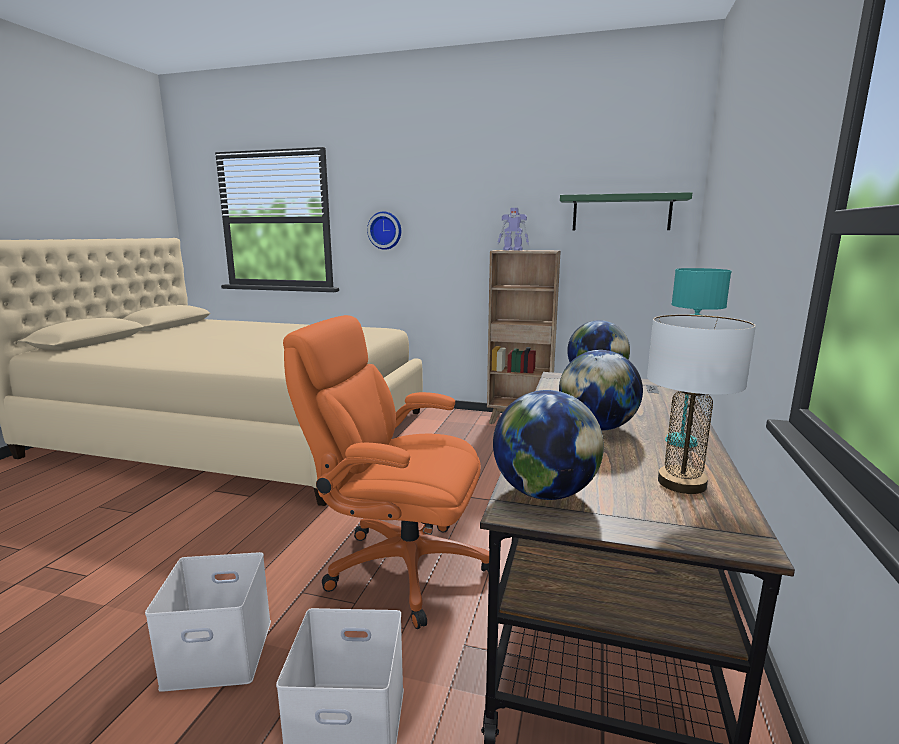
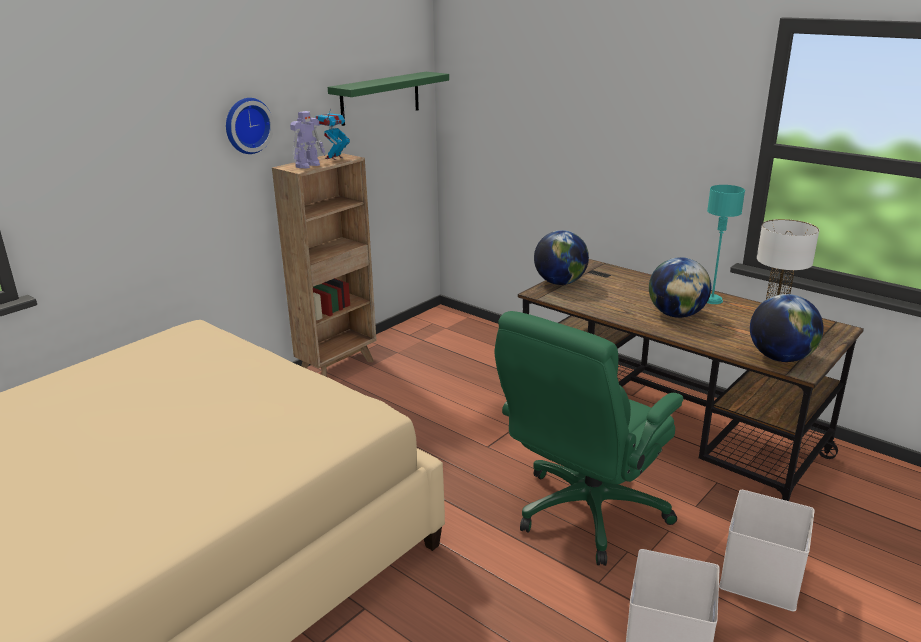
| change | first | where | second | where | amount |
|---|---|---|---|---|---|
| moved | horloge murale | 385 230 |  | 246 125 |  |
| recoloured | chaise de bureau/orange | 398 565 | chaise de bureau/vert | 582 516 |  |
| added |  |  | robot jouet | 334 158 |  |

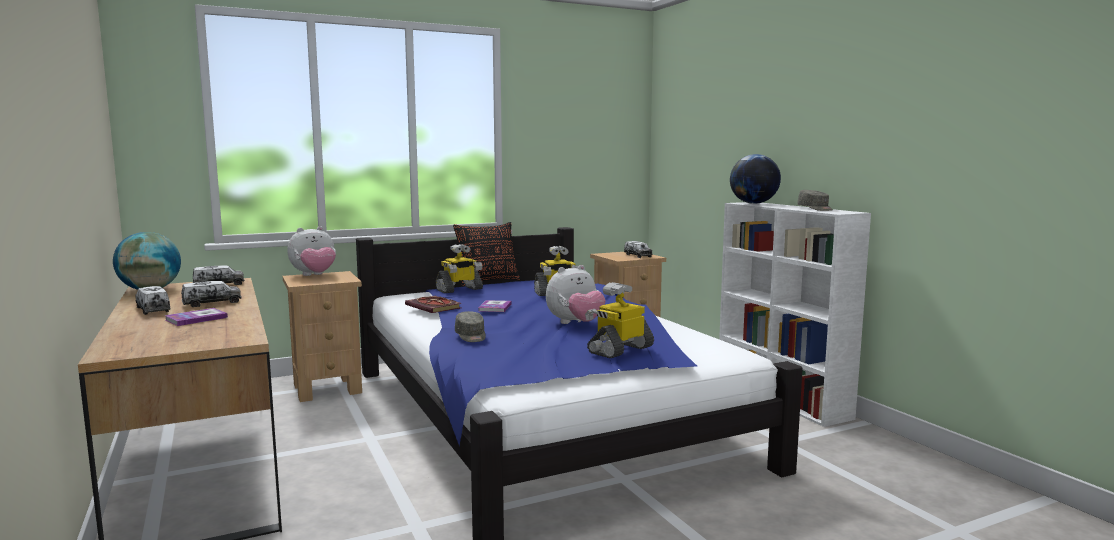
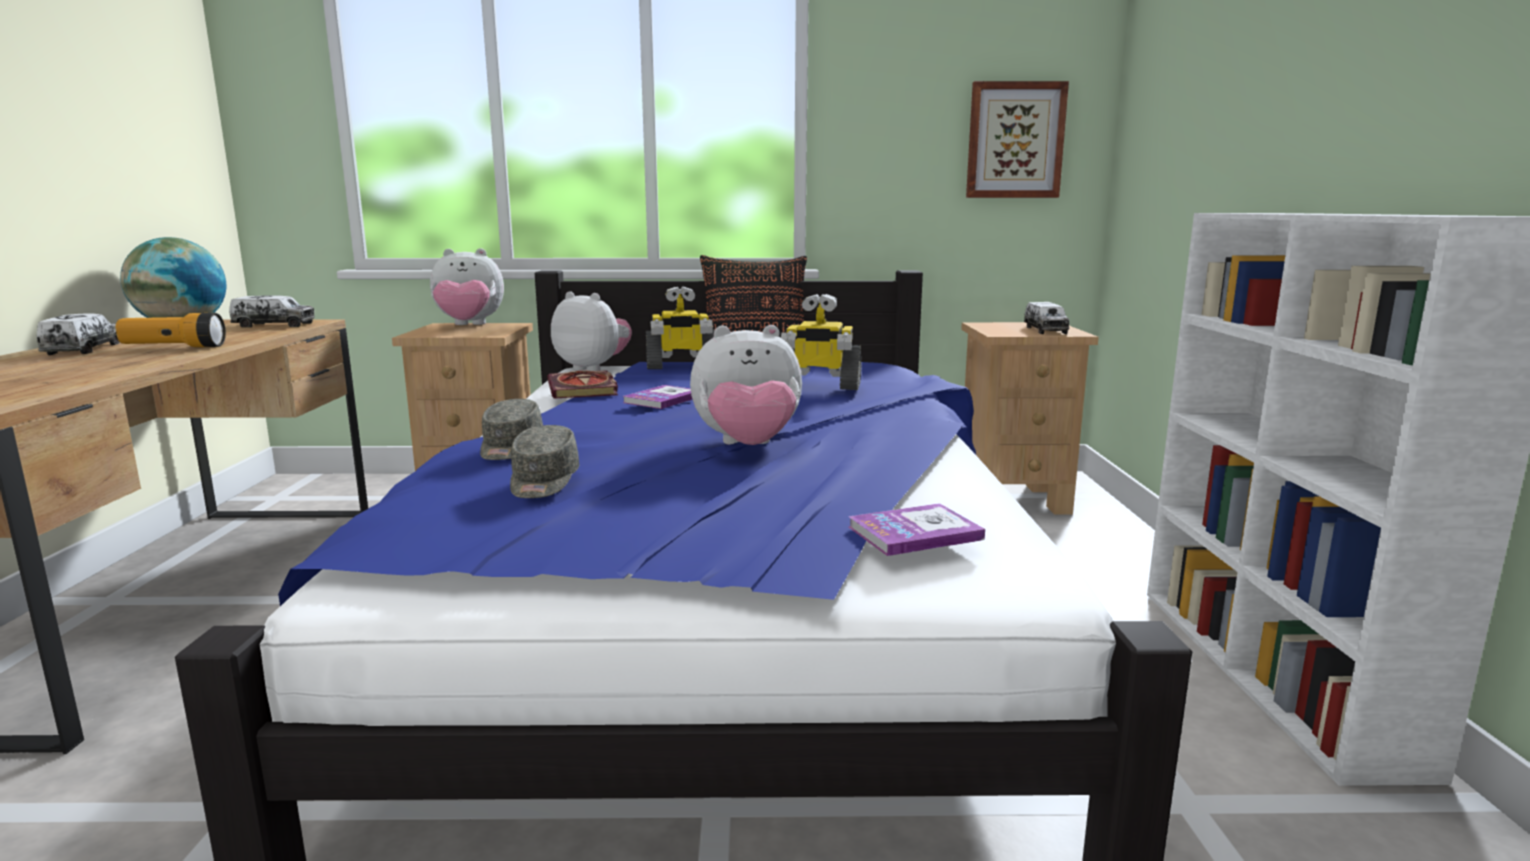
| change | first | where | second | where | amount |
|---|---|---|---|---|---|
| removed | globe | 754 203 |  |  |  |
| moved | casquette/gris | 815 209 |  | 543 482 |  |
| replaced | camion jouet | 212 303 | lampe de poche | 174 347 |  |
| removed | robot jouet | 620 350 |  |  |  |
| moved | livre | 196 319 |  | 914 533 |  |
| added |  |  | tableau | 1015 141 |  |
| added |  |  | peluche | 593 368 |  |

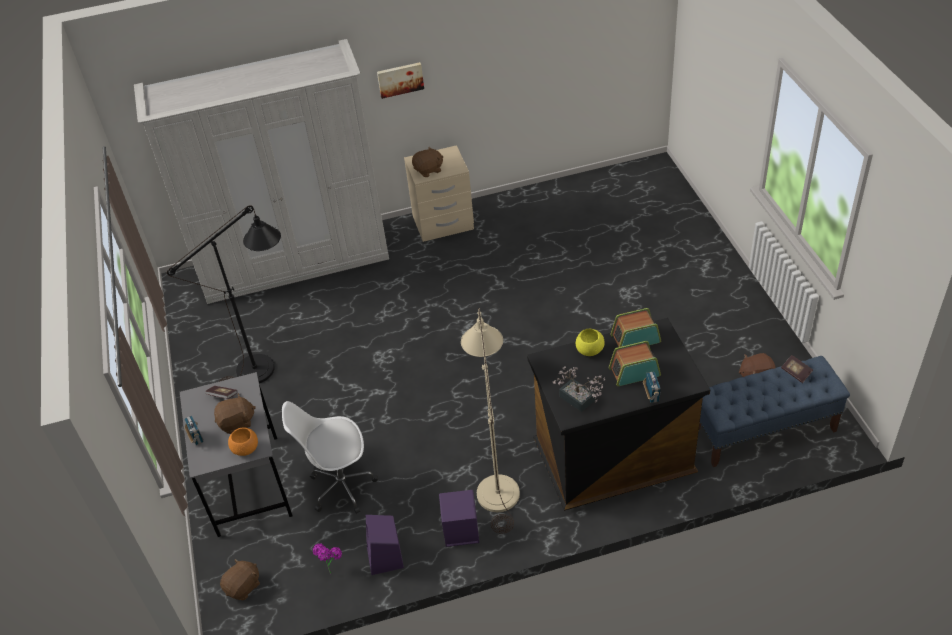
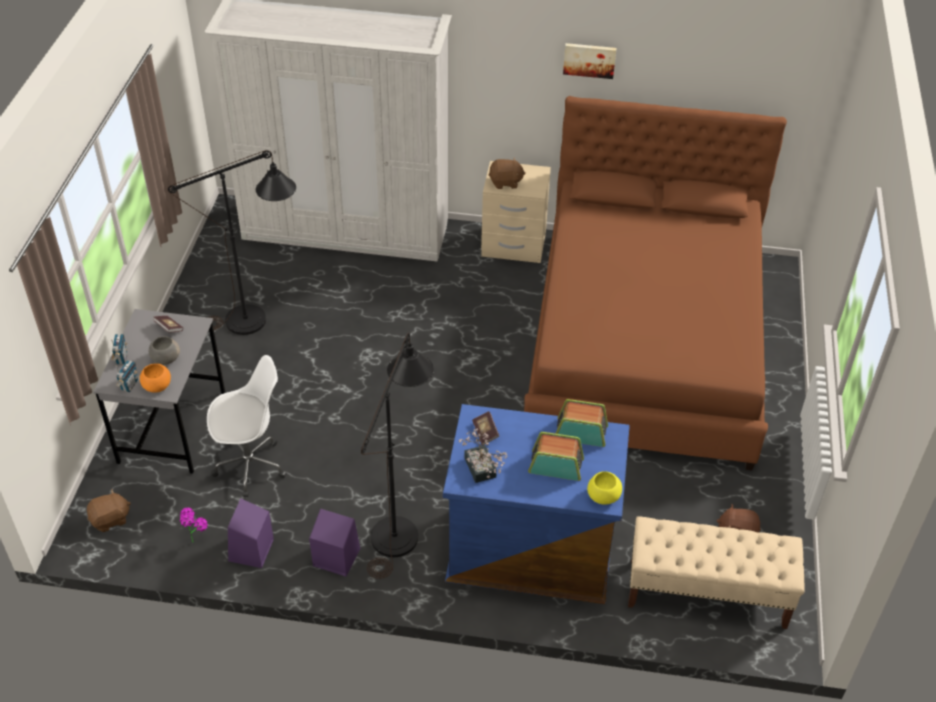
| change | first | where | second | where | amount |
|---|---|---|---|---|---|
| moved | tableau | 400 79 |  | 589 60 |  |
| recoloured | lampadaire/beige | 497 483 | lampadaire/noir | 400 527 |  |
| recoloured | commode/noir | 612 459 | commode/bleu | 529 553 |  |
| moved | bol/jaune | 589 350 |  | 602 496 |  |
| moved | livre | 796 373 |  | 485 432 |  |
| recoloured | banc/bleu | 763 431 | banc/beige | 706 593 |  |
| moved | radio | 651 396 |  | 129 385 |  |
| replaced | peluche/marron | 237 422 | bol/gris | 165 358 |  |
| turned | chaise de bureau/blanc | 340 488 |  | 252 466 | 150 degrees clockwise |
| added |  |  | lit/marron | 646 342 |  |

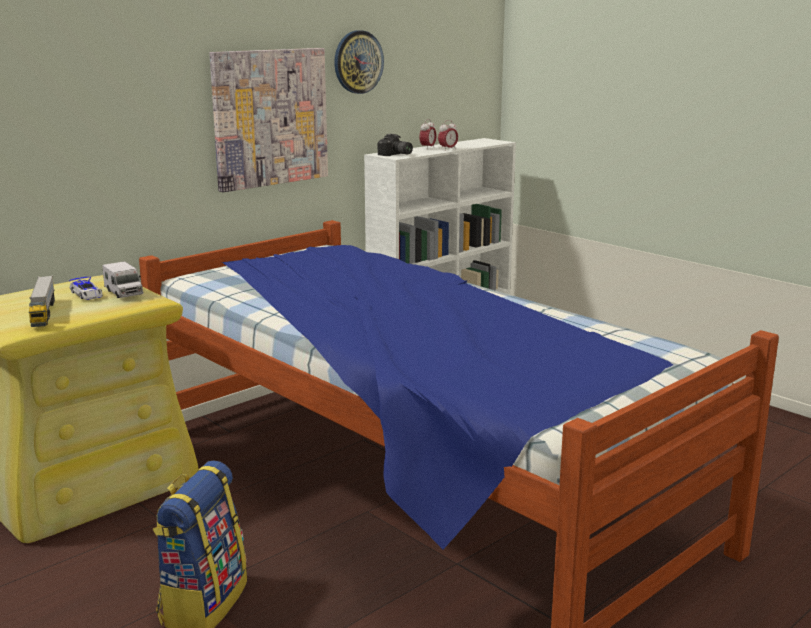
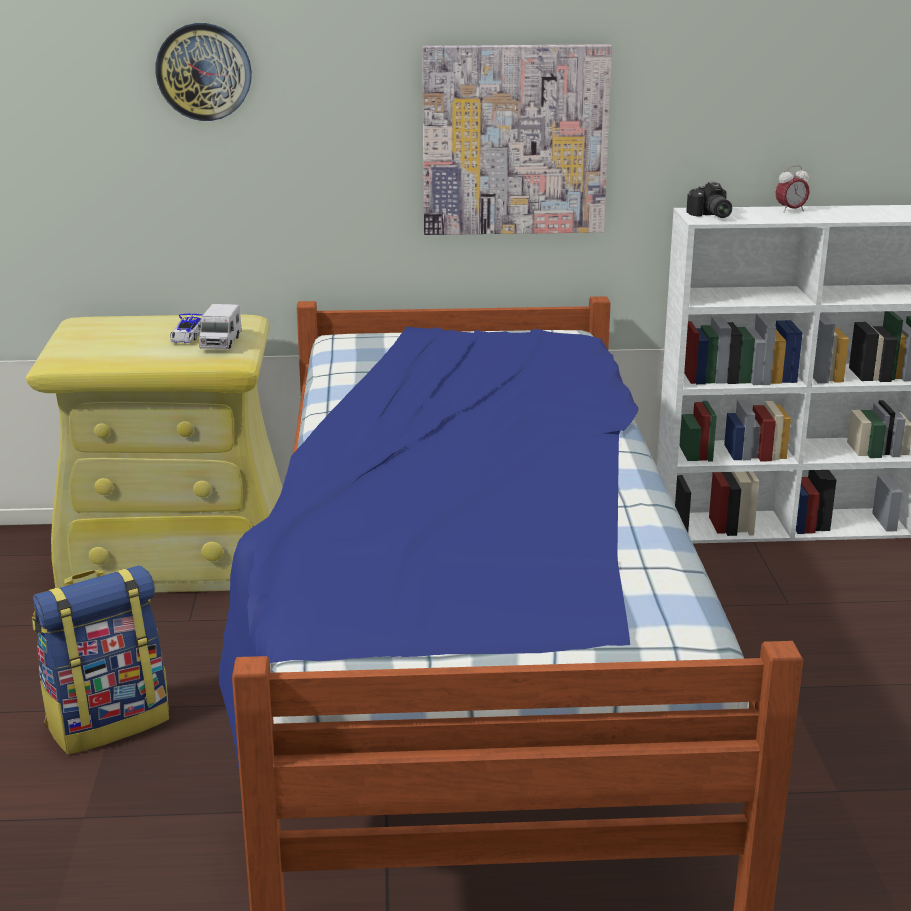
| change | first | where | second | where | amount |
|---|---|---|---|---|---|
| moved | horloge murale | 358 62 |  | 204 72 |  |
| removed | réveil | 448 149 |  |  |  |
| removed | camion jouet | 43 312 |  |  |  |

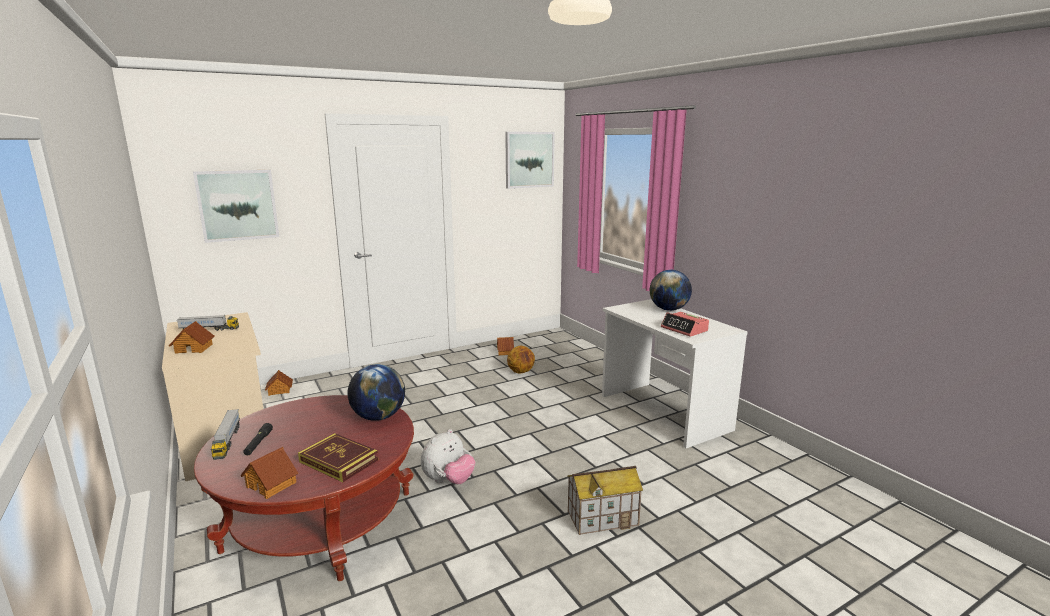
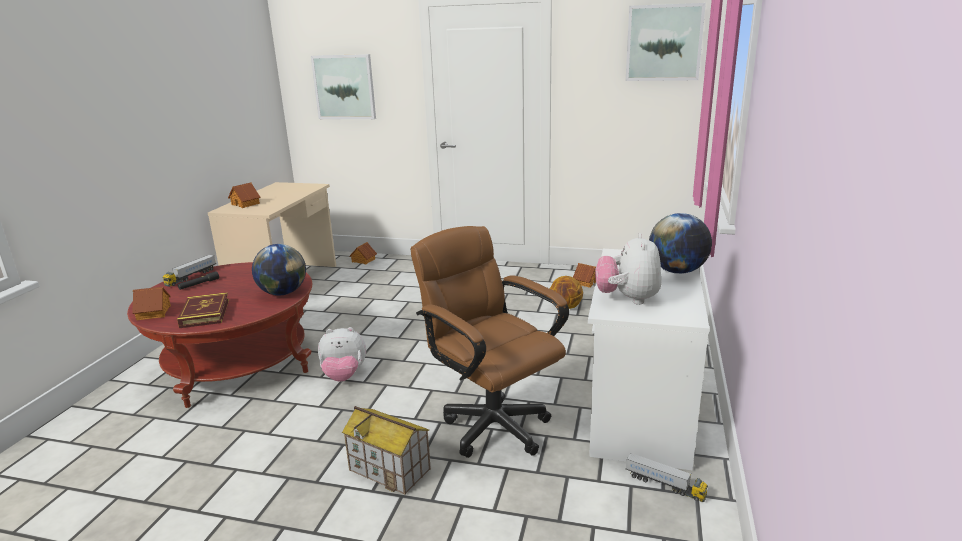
| change | first | where | second | where | amount |
|---|---|---|---|---|---|
| replaced | réveil | 684 329 | peluche | 627 299 |  |
| moved | camion jouet | 209 329 |  | 664 485 |  |
| added |  |  | chaise de bureau/marron | 490 427 |  |

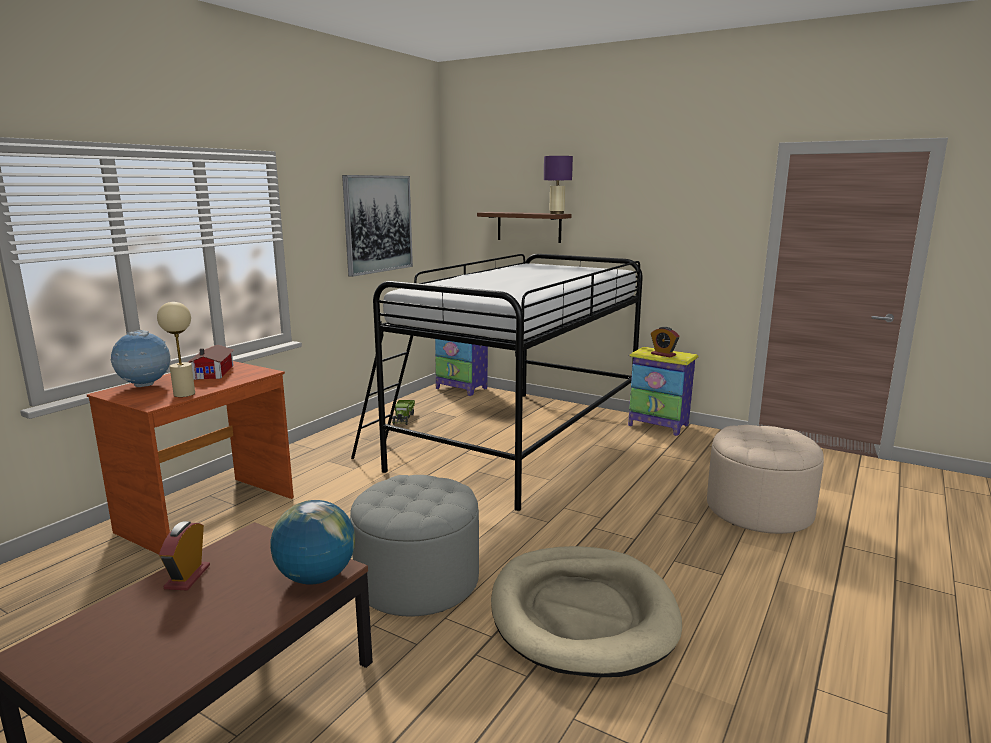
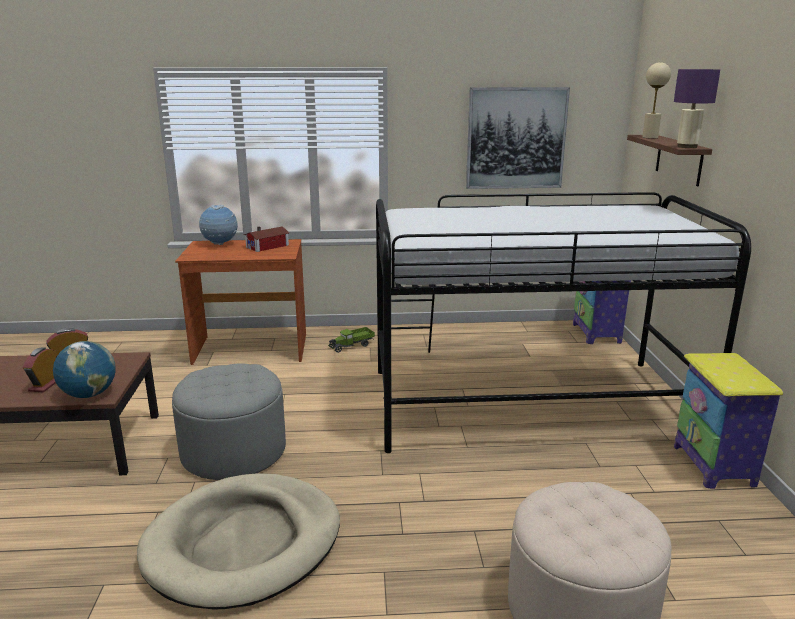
| change | first | where | second | where | amount |
|---|---|---|---|---|---|
| moved | lampe de table/beige | 184 394 |  | 650 137 |  |
| moved | réveil | 663 354 |  | 45 385 |  |
| moved | camion jouet | 403 418 |  | 352 346 |  |

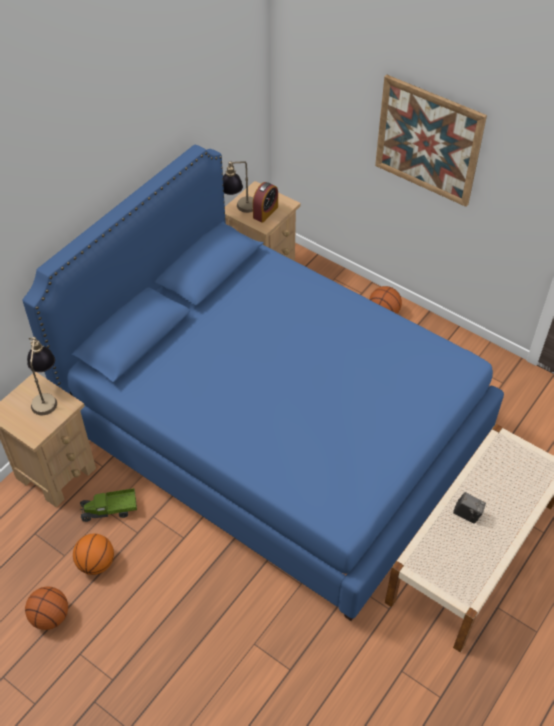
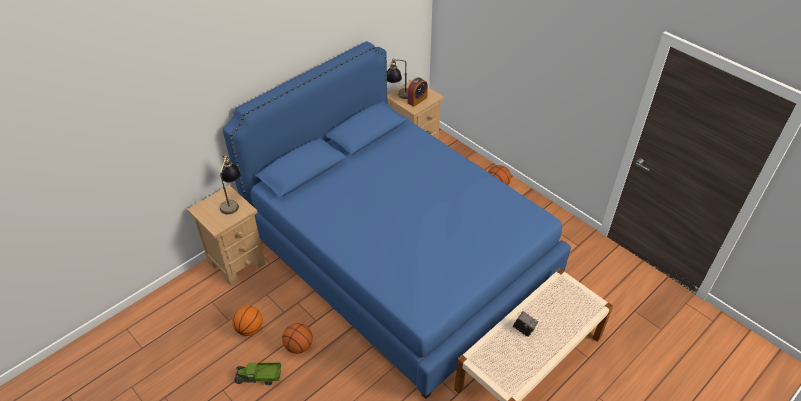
| change | first | where | second | where | amount |
|---|---|---|---|---|---|
| removed | tableau | 428 141 |  |  |  |
| moved | camion jouet | 110 510 |  | 259 377 |  |
| moved | ballon de basket | 50 617 |  | 299 346 |  |

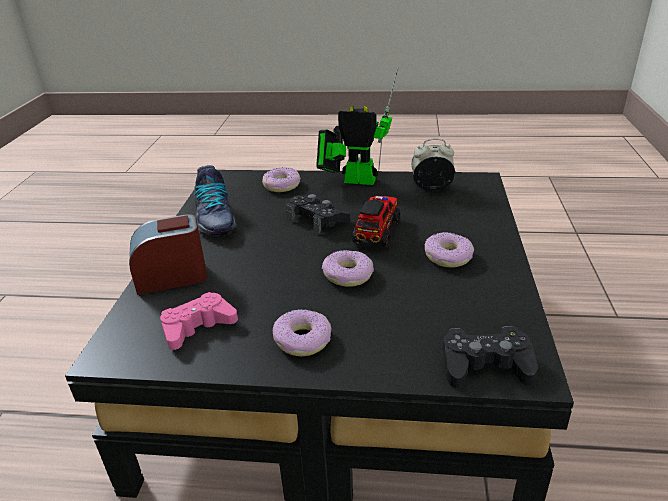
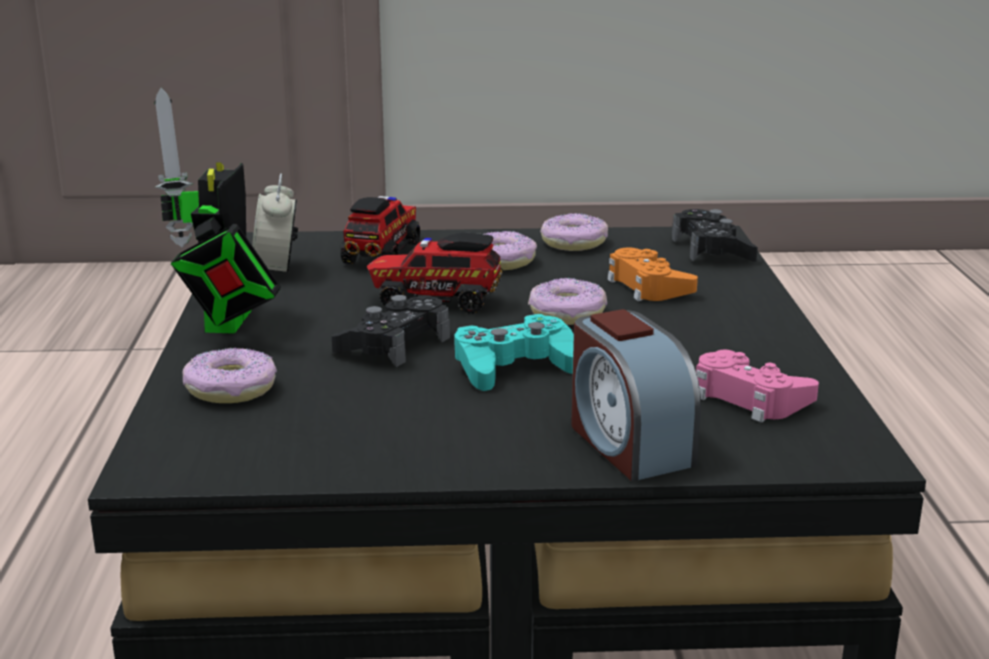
| change | first | where | second | where | amount |
|---|---|---|---|---|---|
| removed | chaussure | 214 218 |  |  |  |
| moved | beignet | 303 339 |  | 573 243 |  |
| added |  |  | camion jouet | 383 252 |  |
| added |  |  | manette/orange | 648 286 |  |
| added |  |  | manette/turquoise | 514 366 |  |

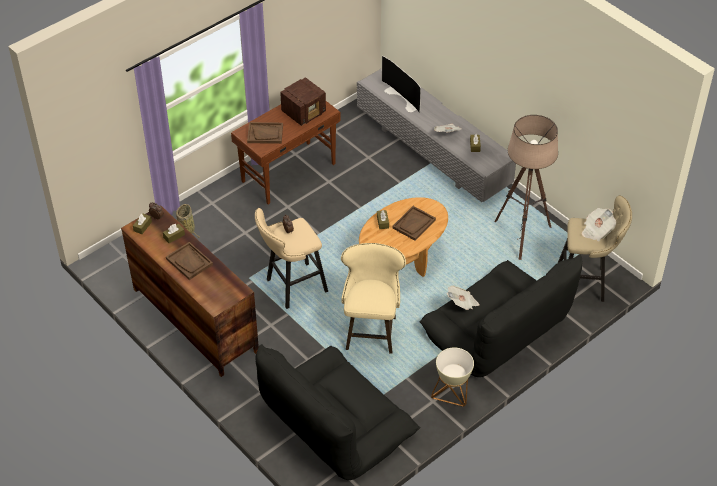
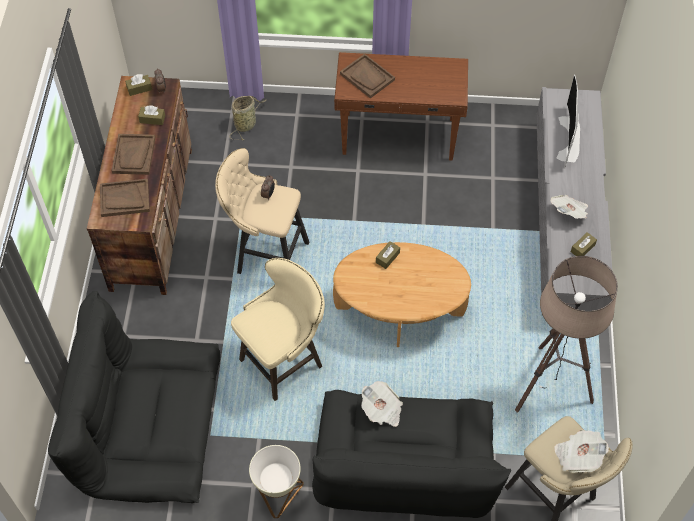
| change | first | where | second | where | amount |
|---|---|---|---|---|---|
| removed | radio | 304 112 |  |  |  |
| moved | plateau/marron | 414 224 |  | 124 199 |  |

